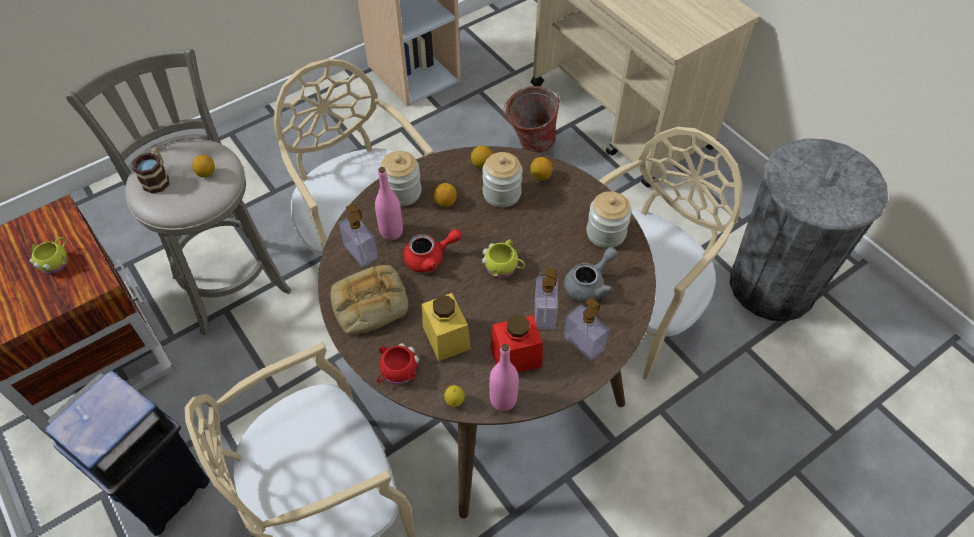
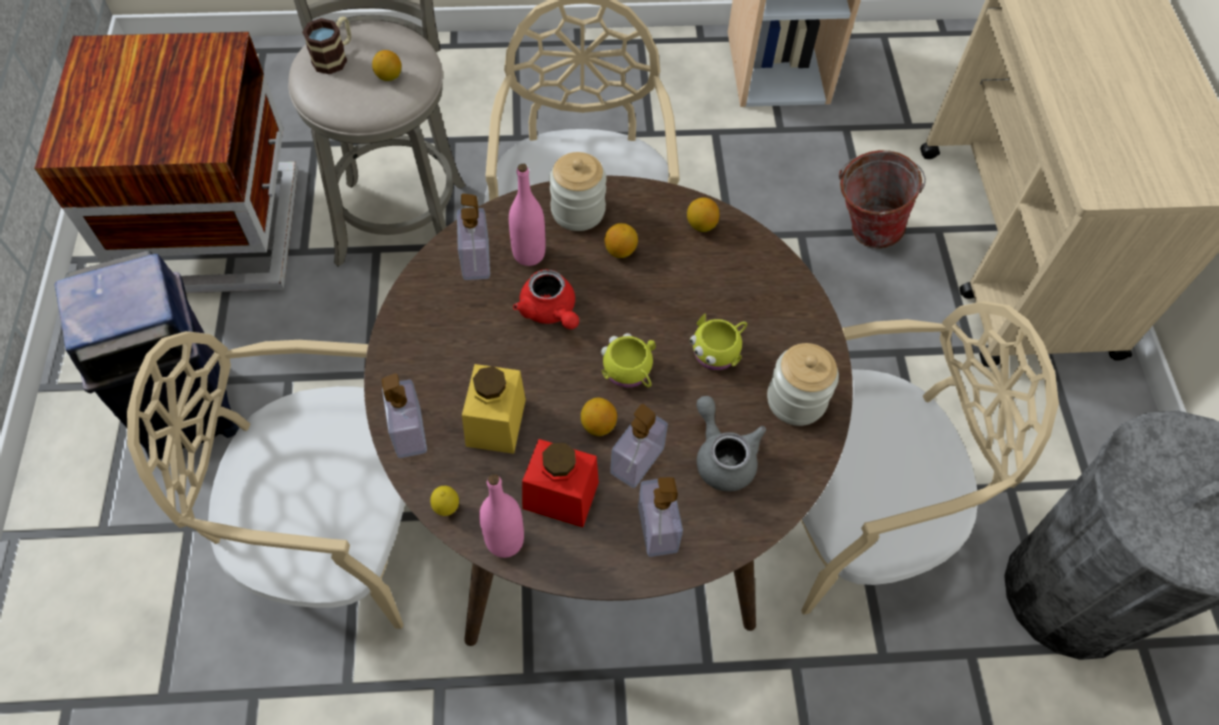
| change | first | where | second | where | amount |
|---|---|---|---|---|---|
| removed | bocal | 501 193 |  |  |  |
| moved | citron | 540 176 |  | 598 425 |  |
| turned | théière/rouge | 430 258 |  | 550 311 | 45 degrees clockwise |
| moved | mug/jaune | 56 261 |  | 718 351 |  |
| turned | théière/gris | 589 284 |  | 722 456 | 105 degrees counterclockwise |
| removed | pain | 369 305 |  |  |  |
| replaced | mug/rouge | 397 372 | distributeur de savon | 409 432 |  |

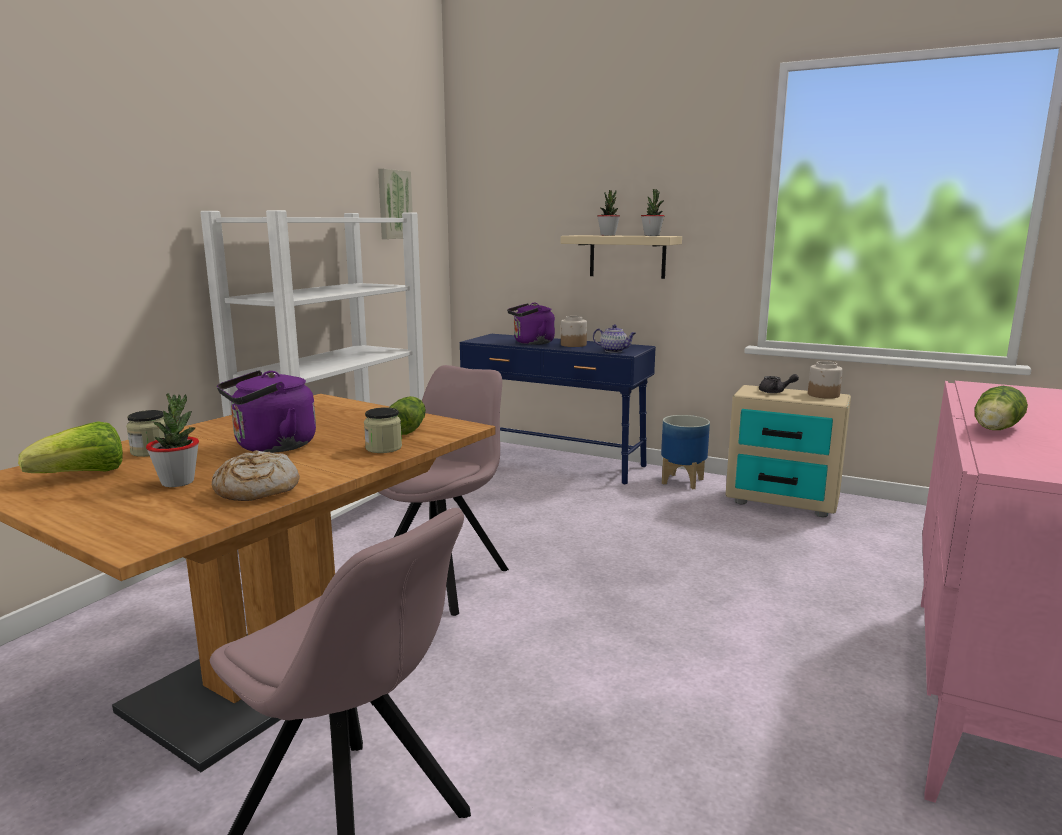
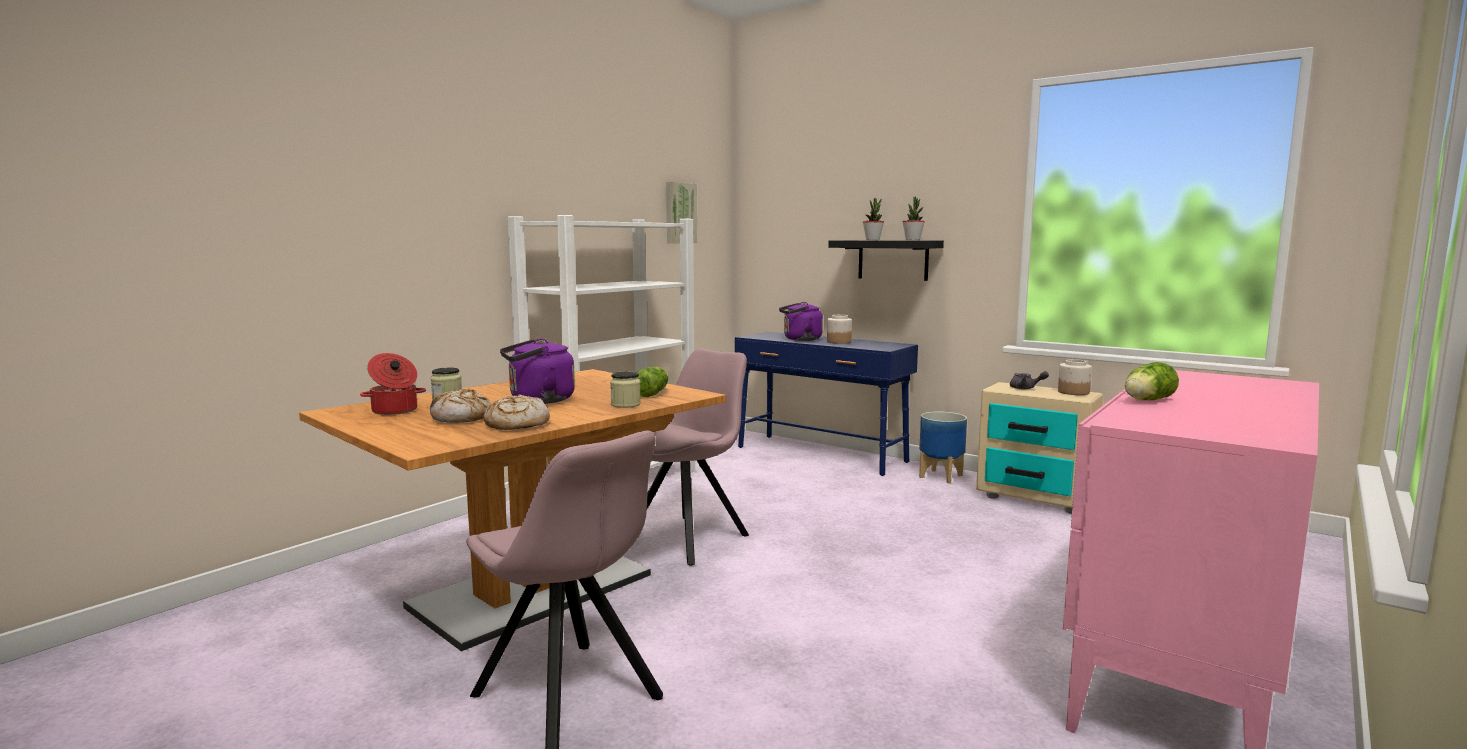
| change | first | where | second | where | amount |
|---|---|---|---|---|---|
| recoloured | étagère/beige | 627 256 | étagère/noir | 893 260 |  |
| removed | théière | 614 351 |  |  |  |
| replaced | plante en pot | 178 482 | pain | 461 418 |  |
| replaced | laitue | 82 475 | marmite | 394 411 |  |

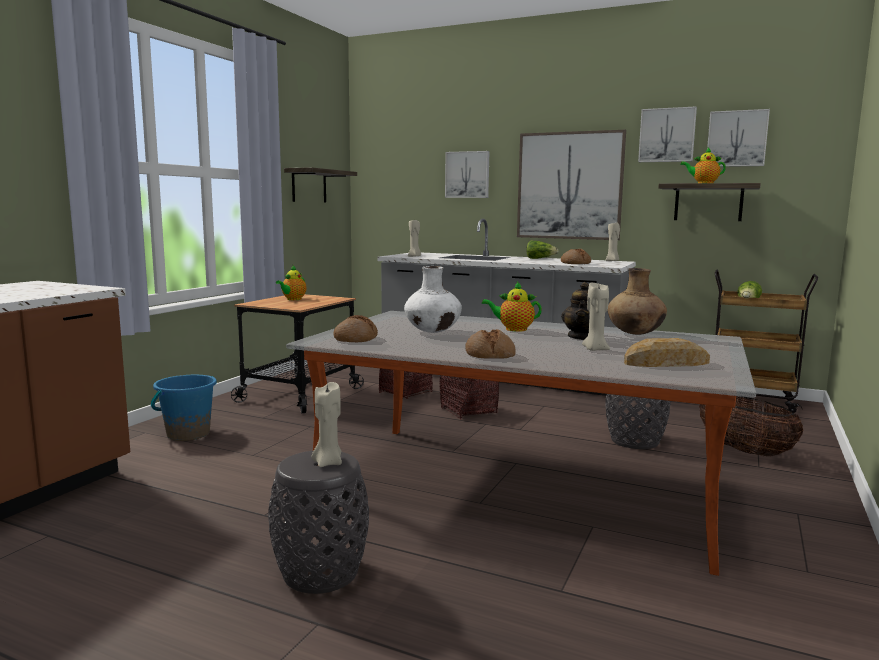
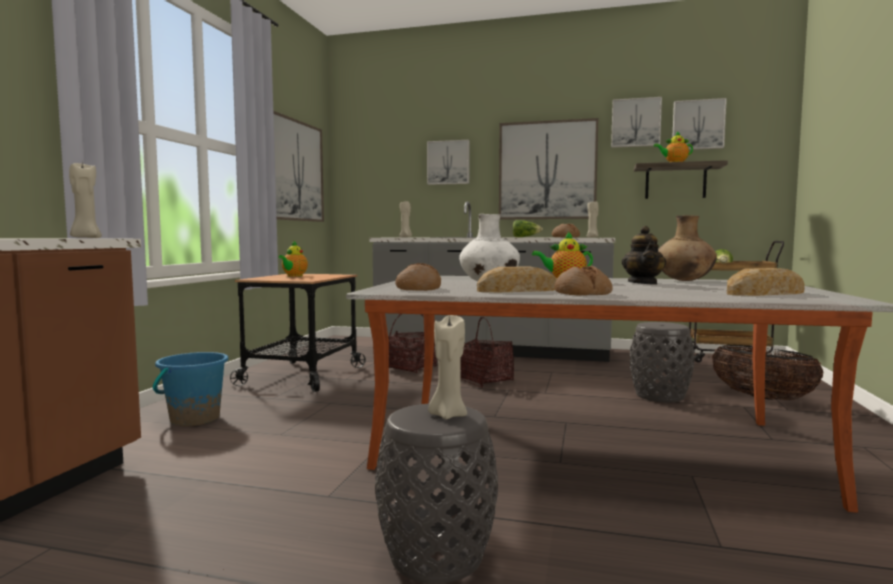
| change | first | where | second | where | amount |
|---|---|---|---|---|---|
| replaced | étagère | 309 186 | tableau | 295 171 |  |
| moved | bougie/beige | 594 349 |  | 85 238 |  |
| added |  |  | pain | 518 290 |  |

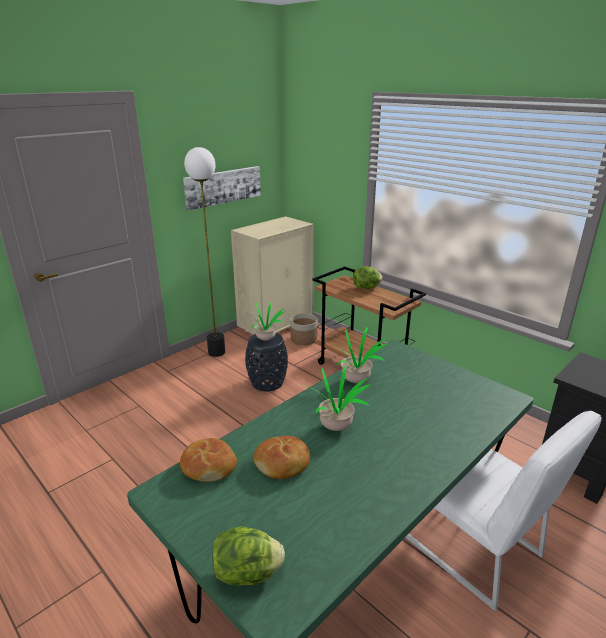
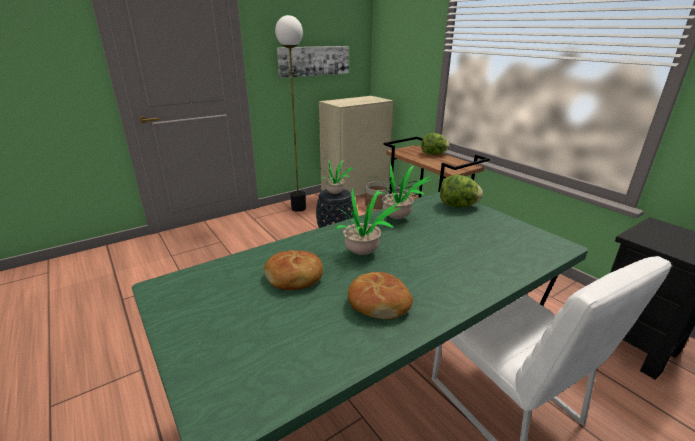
| change | first | where | second | where | amount |
|---|---|---|---|---|---|
| moved | pain | 208 466 |  | 378 303 |  |
| moved | laitue | 248 574 |  | 458 206 |  |

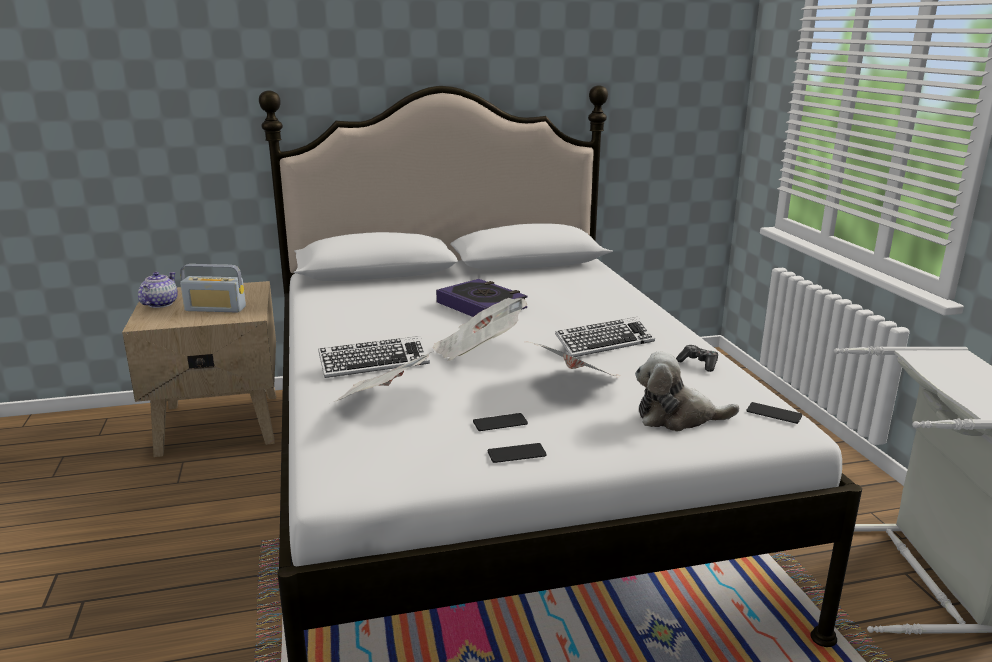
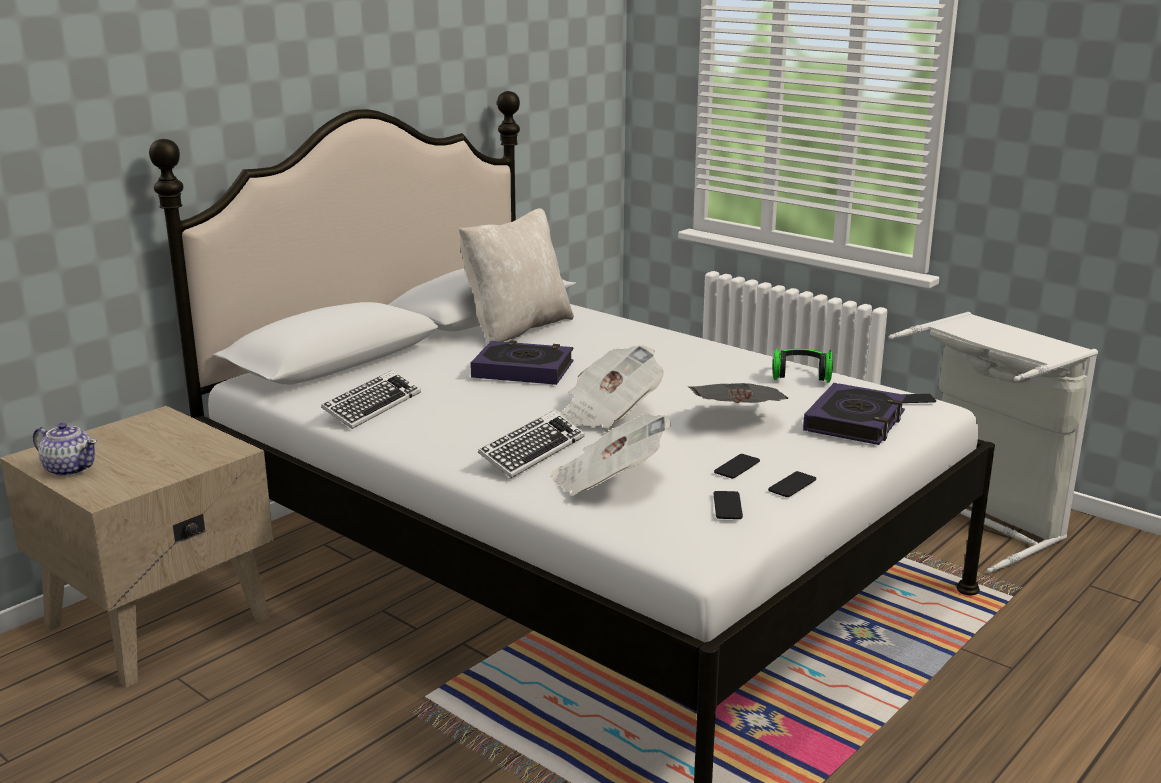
| change | first | where | second | where | amount |
|---|---|---|---|---|---|
| removed | radio | 215 309 |  |  |  |
| turned | théière | 160 304 |  | 70 469 | 135 degrees clockwise |
| moved | clavier | 604 343 |  | 372 406 |  |
| replaced | manette | 698 363 | casque audio | 800 375 |  |
| replaced | peluche | 677 417 | livre | 855 422 |  |
| added |  |  | coussin/beige | 516 329 |  |
| added |  |  | téléphone | 727 506 |  |

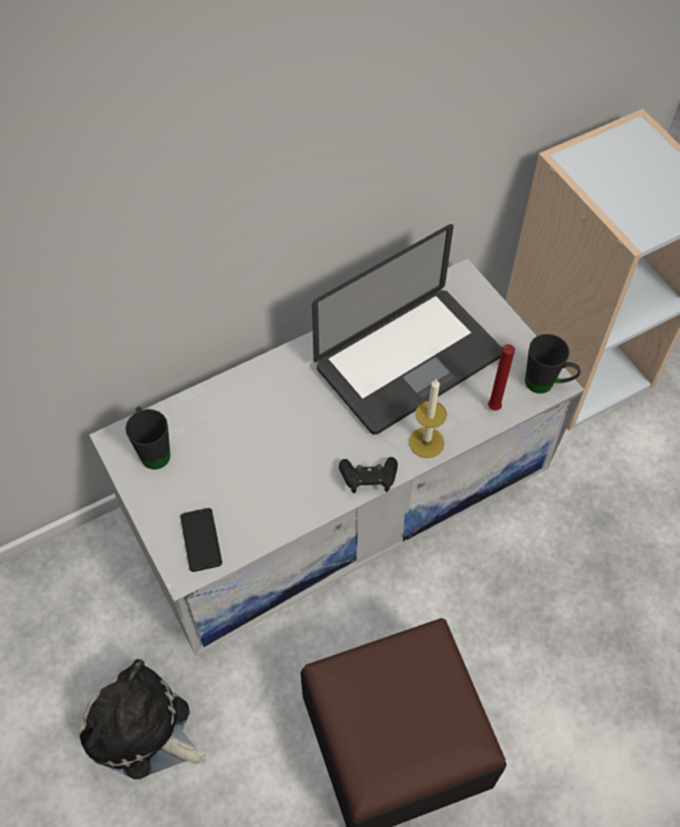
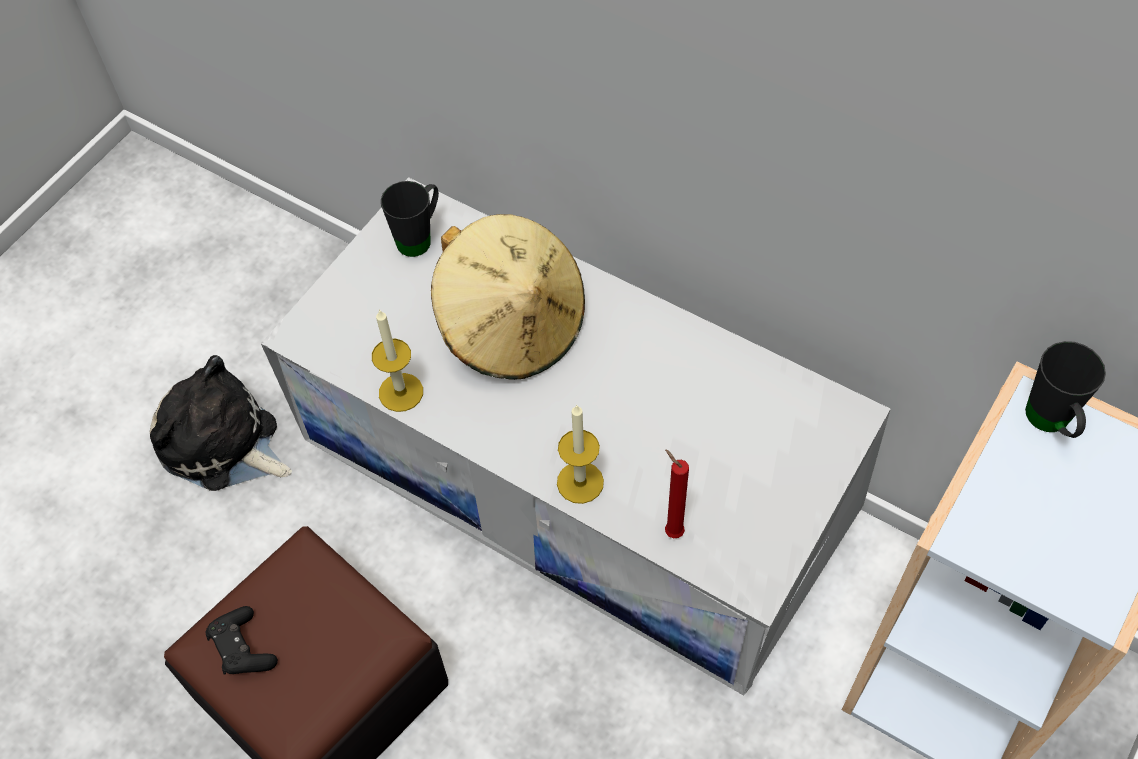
| change | first | where | second | where | amount |
|---|---|---|---|---|---|
| removed | ordinateur portable | 408 361 |  |  |  |
| moved | mug/noir | 546 384 |  | 1050 424 |  |
| moved | manette/noir | 368 479 |  | 243 649 |  |
| removed | téléphone | 201 540 |  |  |  |
| turned | peluche | 141 730 |  | 223 444 | 60 degrees counterclockwise |
| added |  |  | chapeau/beige | 512 325 |  |
| added |  |  | bougie | 401 392 |  |

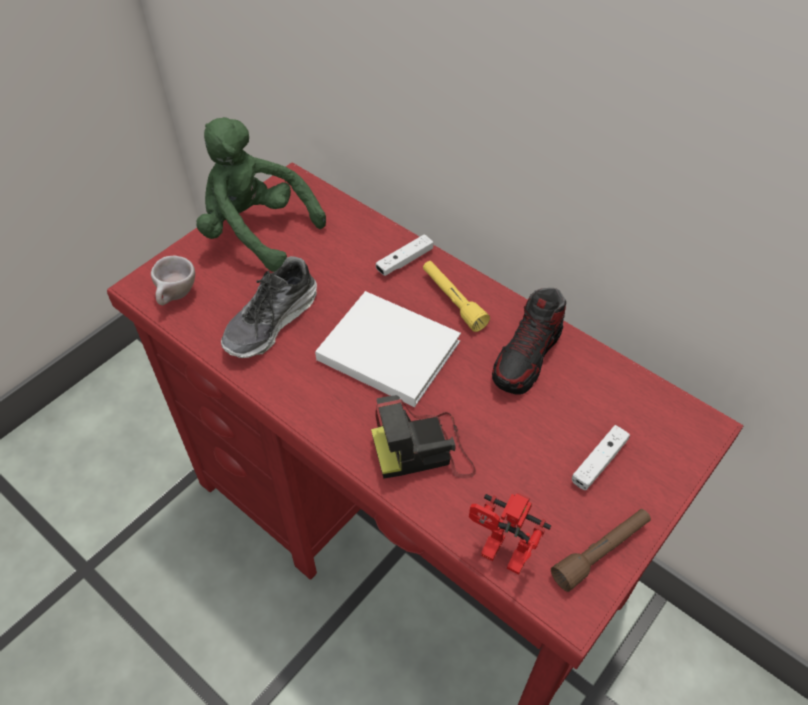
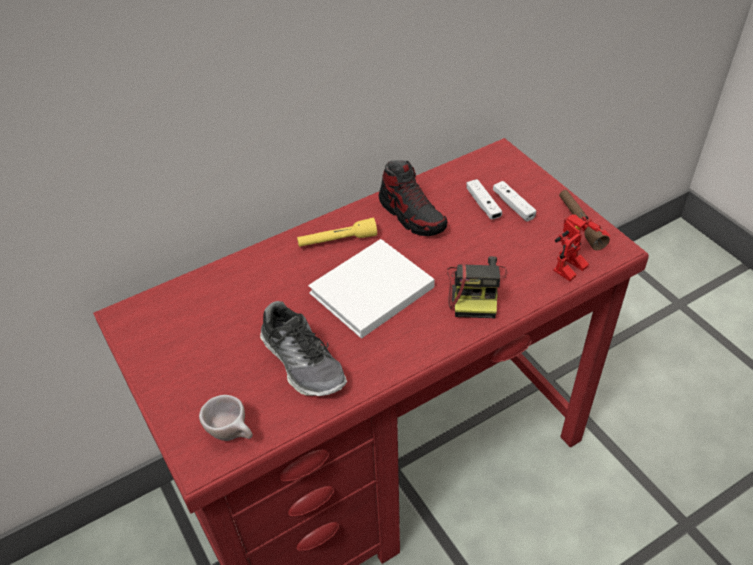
| change | first | where | second | where | amount |
|---|---|---|---|---|---|
| removed | peluche/vert | 256 232 |  |  |  |
| moved | manette/blanc | 404 261 |  | 483 204 |  |

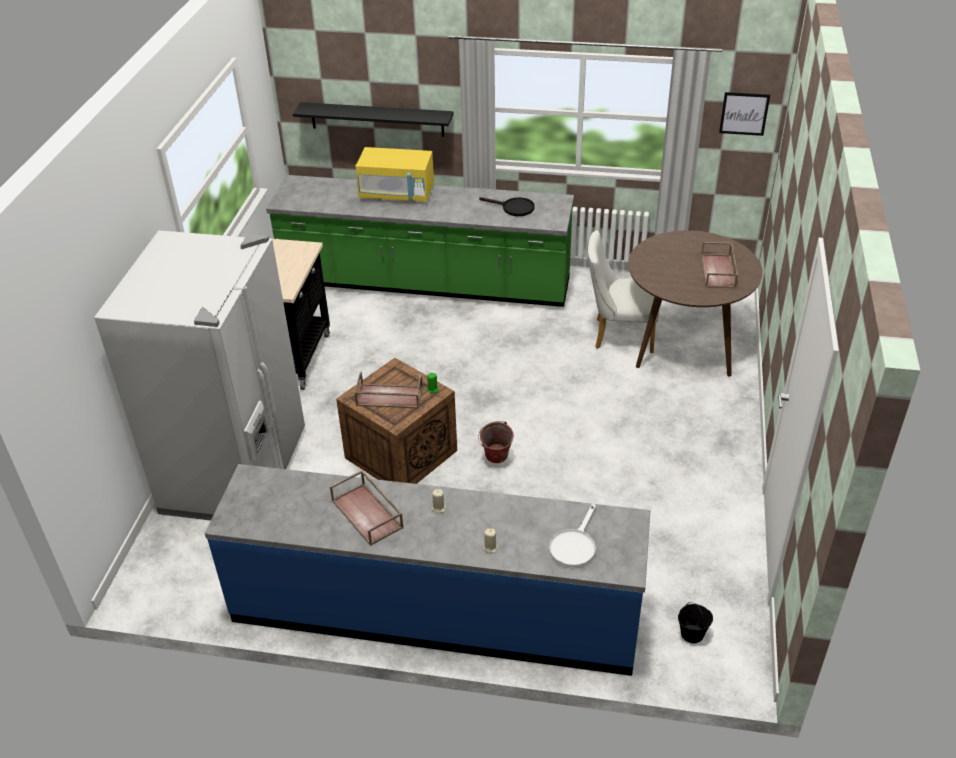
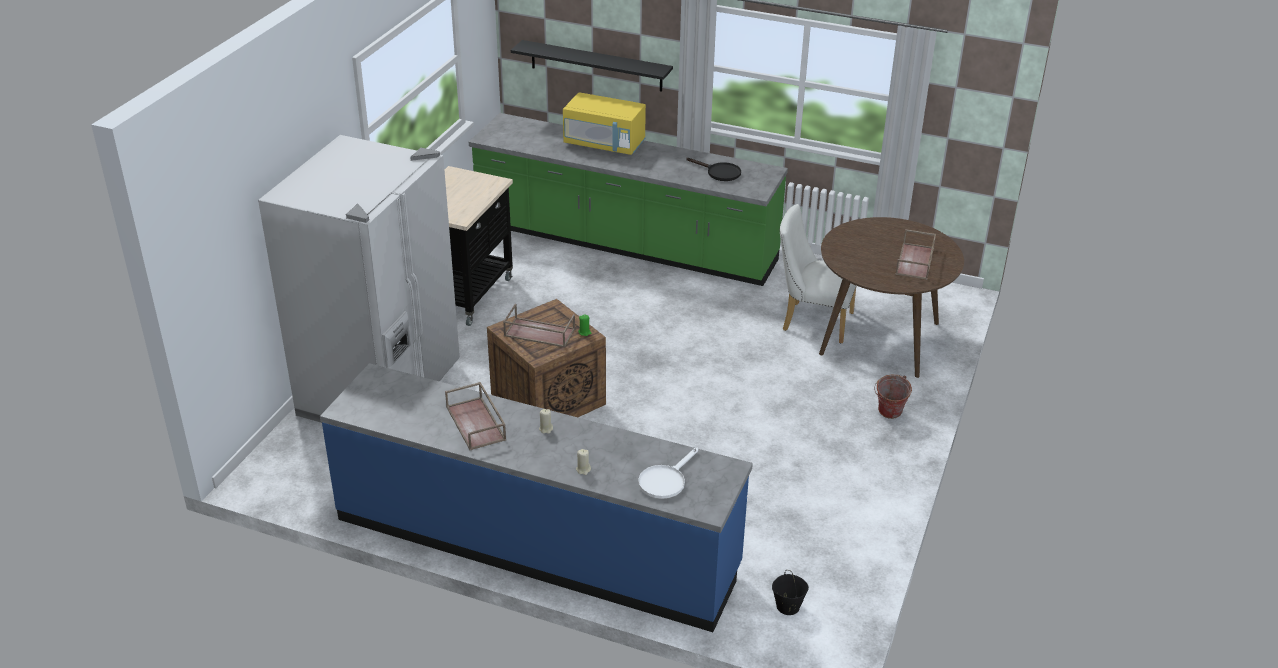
| change | first | where | second | where | amount |
|---|---|---|---|---|---|
| removed | tableau | 744 113 |  |  |  |
| moved | seau | 495 459 |  | 888 415 |  |

